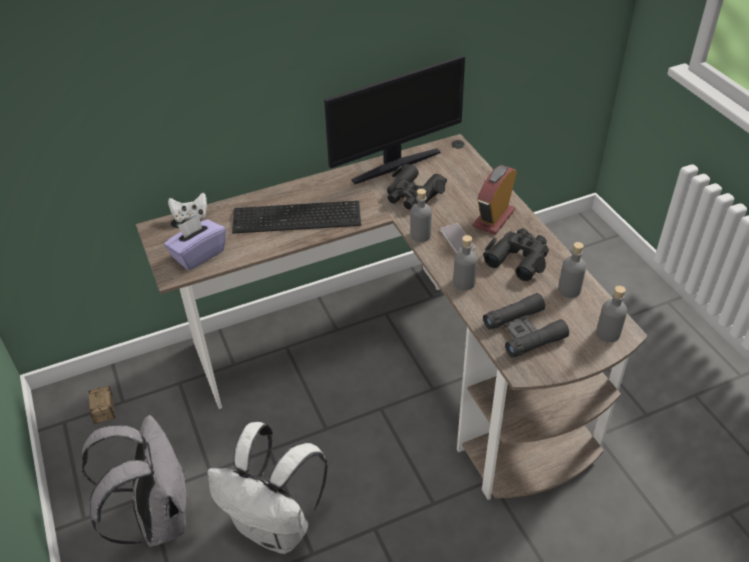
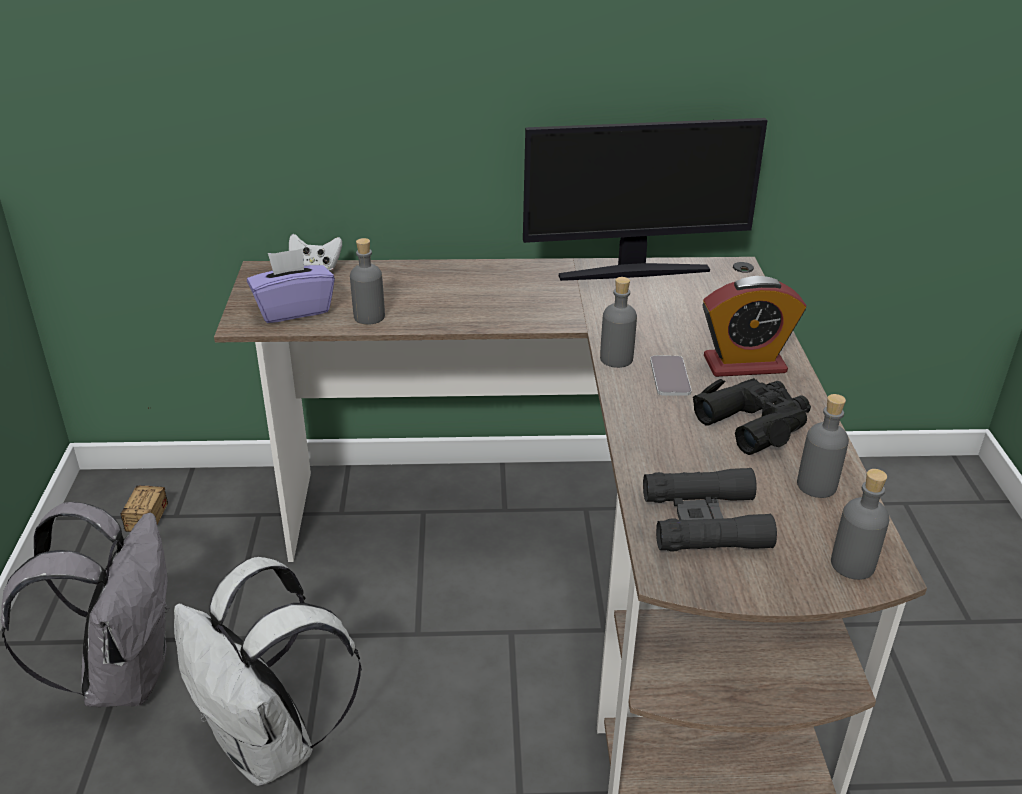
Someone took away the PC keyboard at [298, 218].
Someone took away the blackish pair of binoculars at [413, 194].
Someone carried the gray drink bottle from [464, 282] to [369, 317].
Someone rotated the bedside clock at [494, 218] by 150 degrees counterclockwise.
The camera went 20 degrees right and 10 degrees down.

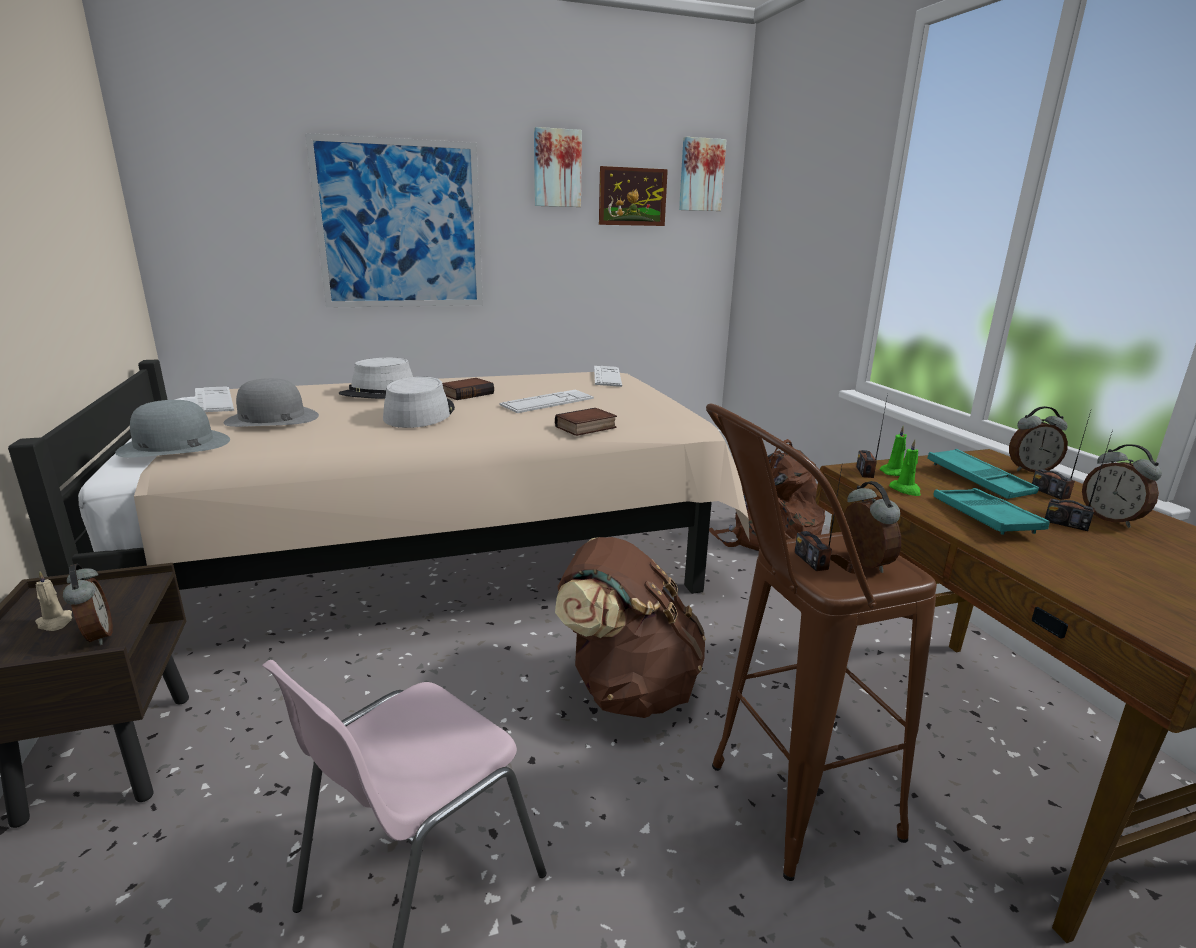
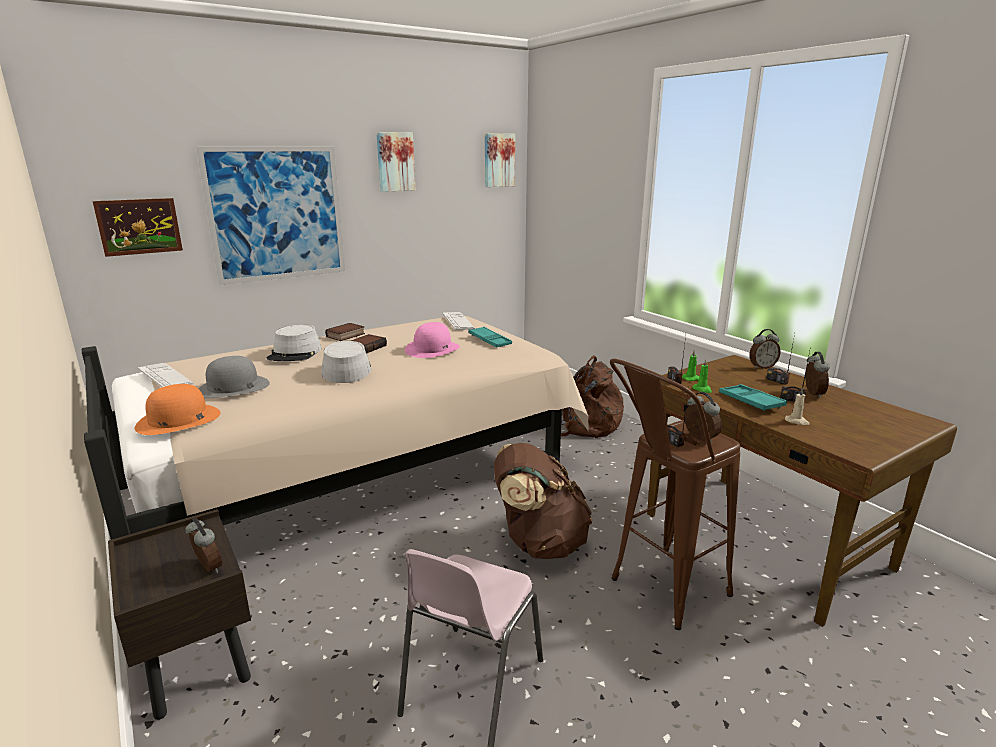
Someone carried the beige-coloured wax light from [55, 622] to [797, 421].
Someone carried the bound book from [586, 428] to [346, 335].
Someone carried the wall art from [632, 197] to [139, 226].
Someone carried the turquoise serving tray from [978, 480] to [489, 340].
Someone swapped the PC keyboard at [547, 402] for the pink-coloured clothing hat at [432, 349].
Someone repainted the gray clothing hat at [174, 445], which became the orange clothing hat at [178, 420].
Someone rotated the bedside clock at [1111, 519] by 135 degrees counterclockwise.
The camera went 15 degrees left and 0 degrees up.

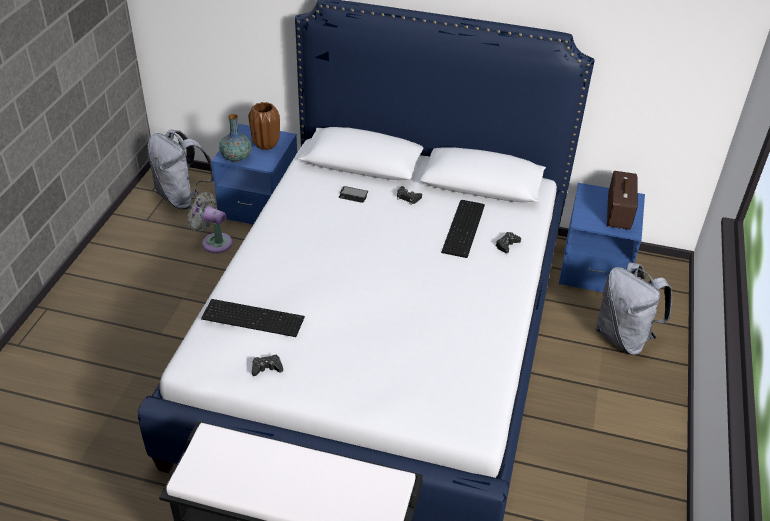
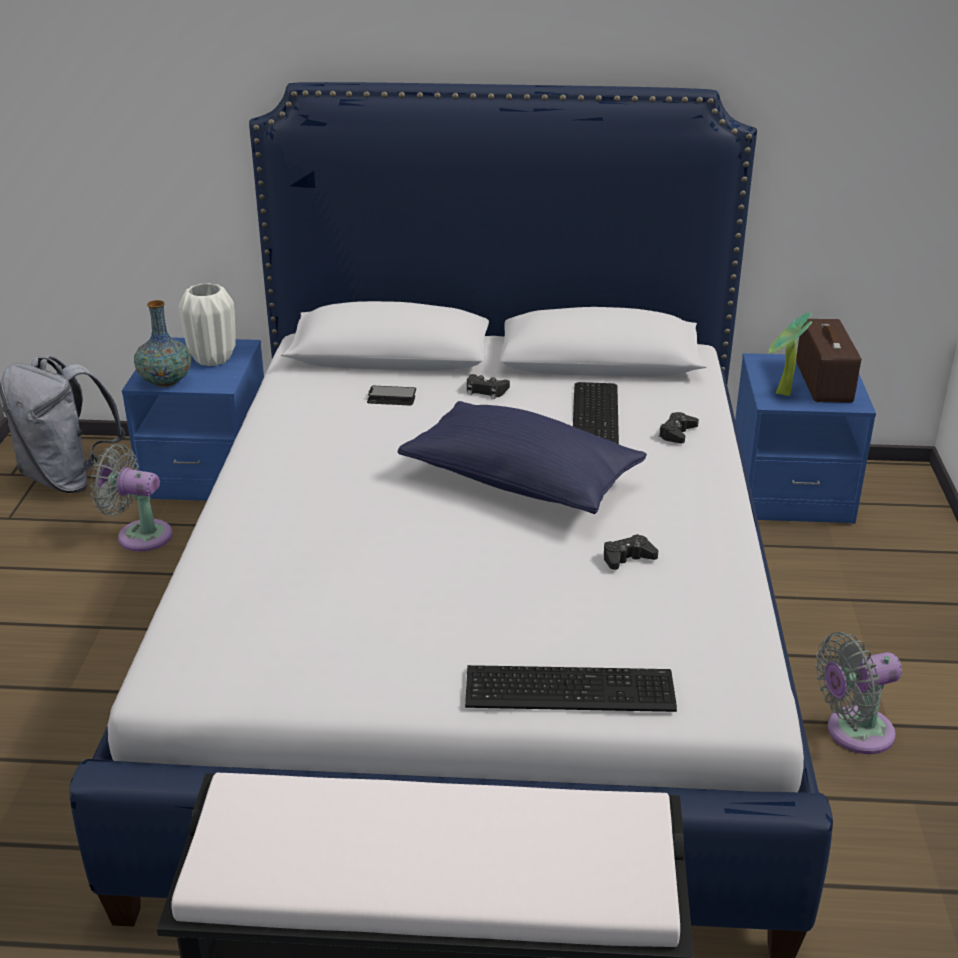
Someone took away the gray knapsack at [624, 337].
Someone put down the blue-coloured cushion at [521, 482].
Someone put down the plant in a pot at [781, 395].
Someone put down the gray fan at [853, 732].
Someone carried the PC keyboard from [252, 316] to [567, 686].
Someone carried the blackish joypad from [267, 368] to [627, 558].
Someone repainted the brown flower vase at [265, 145], which became the whitish flower vase at [212, 359].
The camera went 10 degrees left and 10 degrees down.

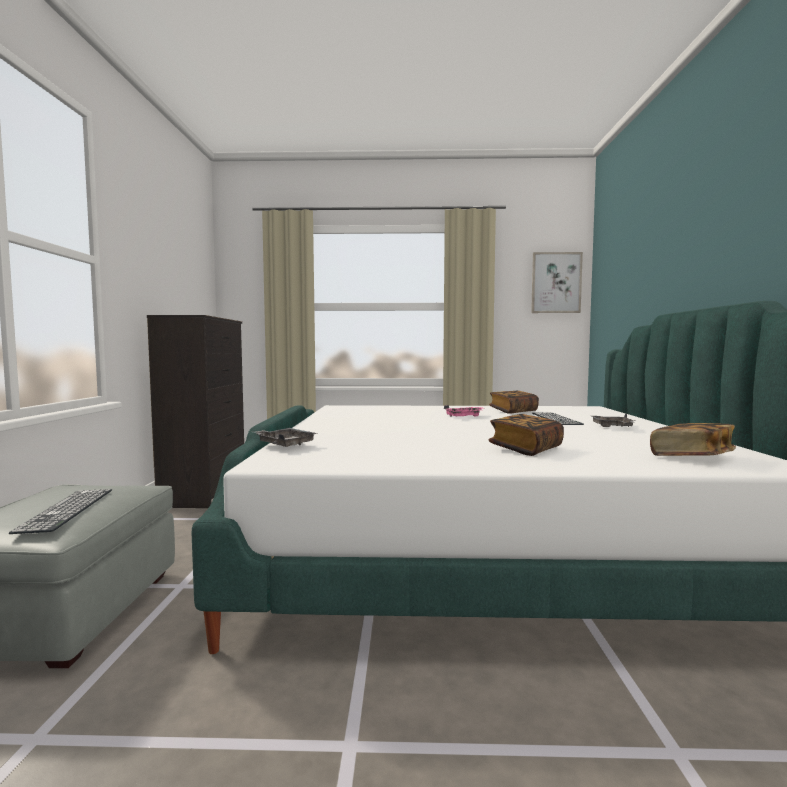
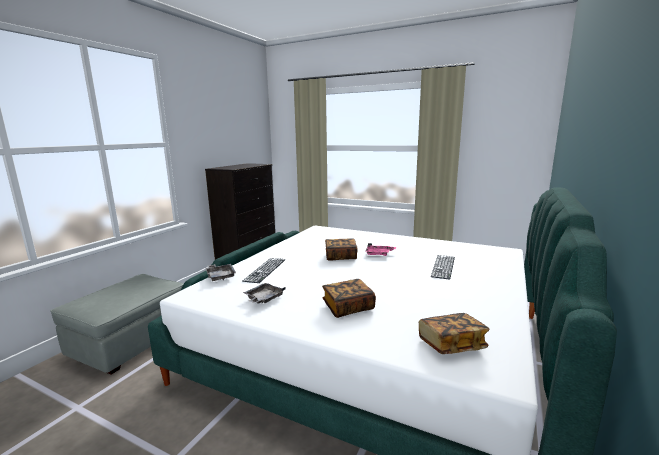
Someone took away the wall art at [556, 283].
Someone carried the PC keyboard from [67, 509] to [265, 270].
Someone carried the bound book from [513, 411] to [341, 256].
Someone carried the gray serving tray from [612, 427] to [263, 299].
The camera went 25 degrees right and 10 degrees up.

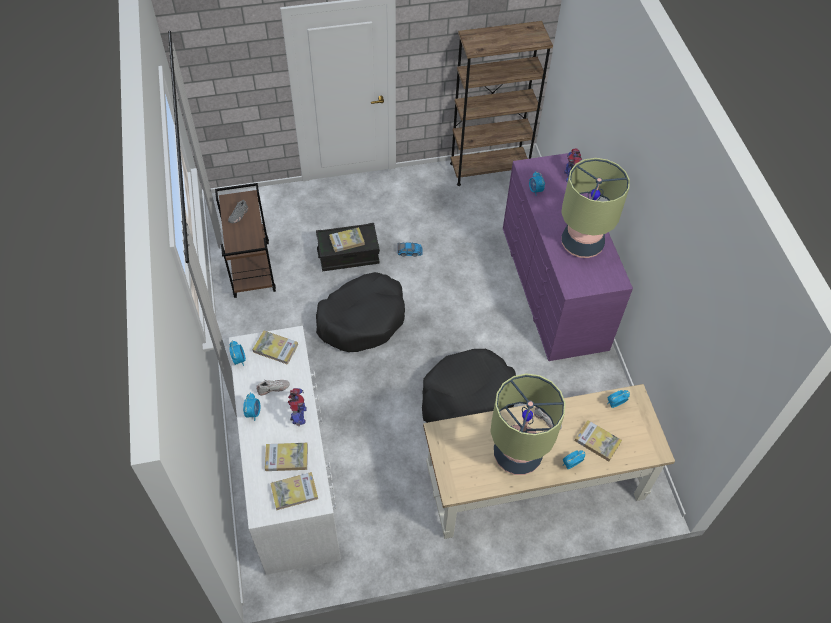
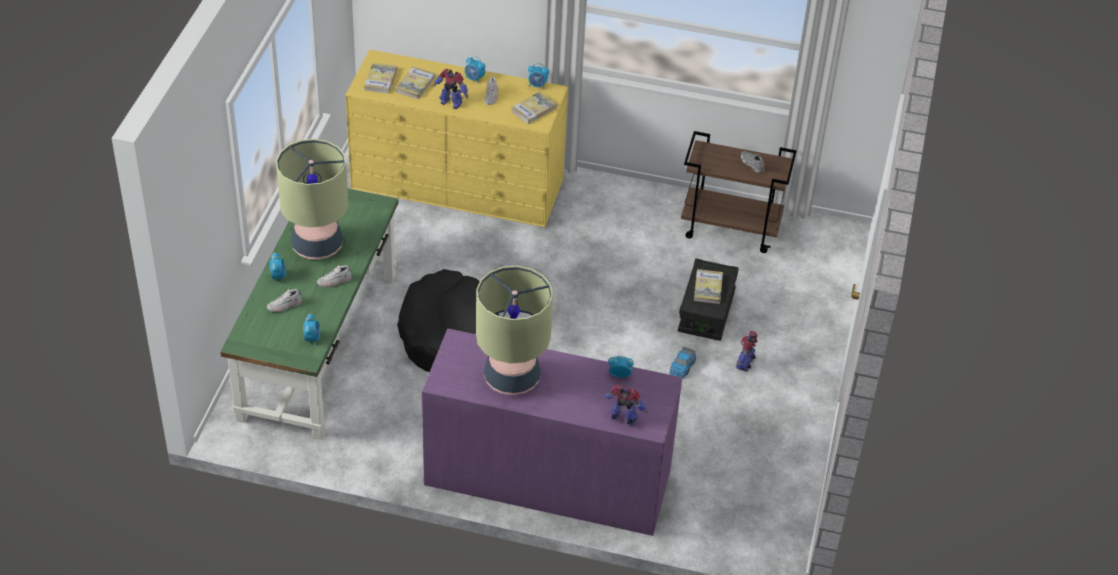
Someone took away the blackish dog bed at [362, 319].
Someone took away the brown shelving unit at [489, 169].
Someone put down the model robot at [745, 363].
Someone swapped the bound book at [597, 441] for the whitish shoe at [284, 305].
Someone repainted the whitish chest of drawers at [290, 474], which became the yellow-coloured chest of drawers at [457, 184].
Someone repainted the beige-coloured desk at [534, 483], which became the green desk at [318, 344].
The camera went 115 degrees right and 10 degrees down.

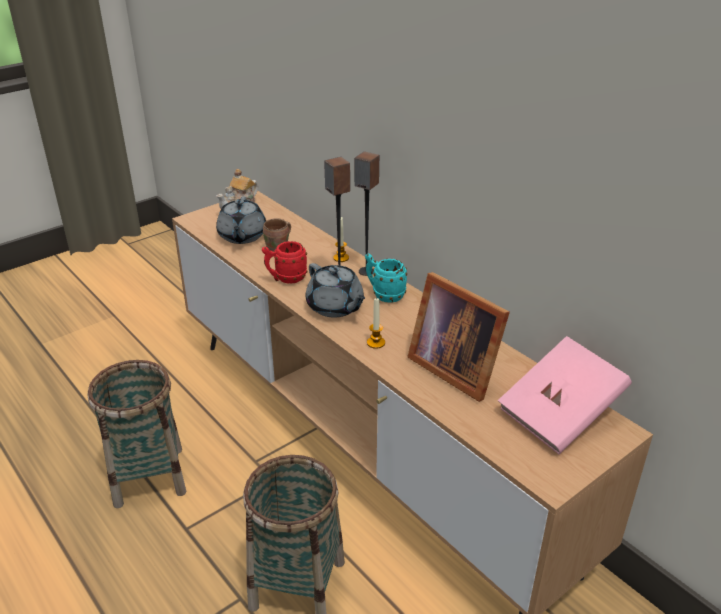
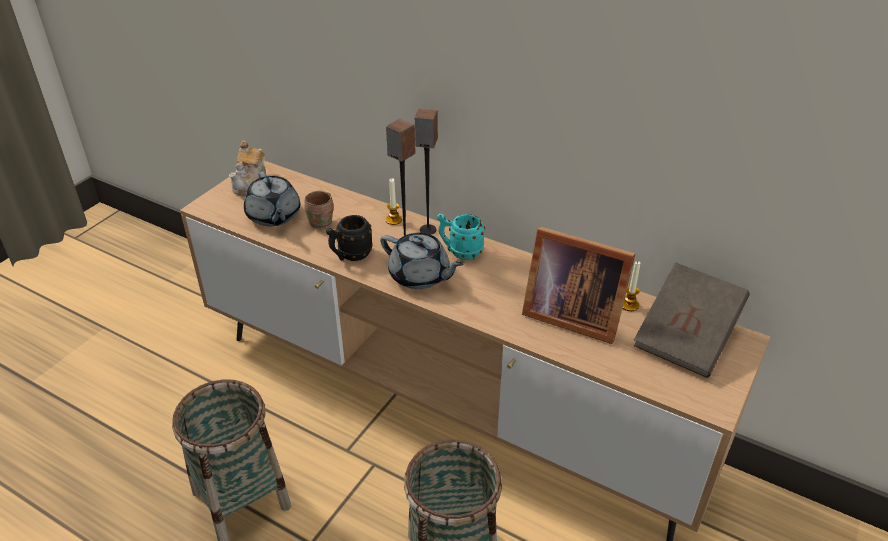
Someone carried the wax light from [376, 343] to [629, 305].
Someone repainted the red-coloured tea mug at [286, 278], which became the blackish tea mug at [350, 256].
Someone repainted the pink-coloured bound book at [559, 414], which became the brown bound book at [686, 338].
The camera went 20 degrees left and 5 degrees up.

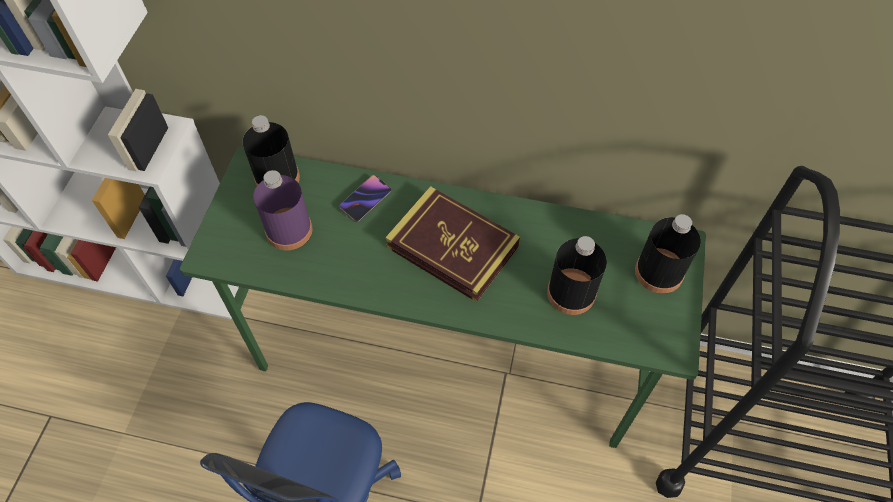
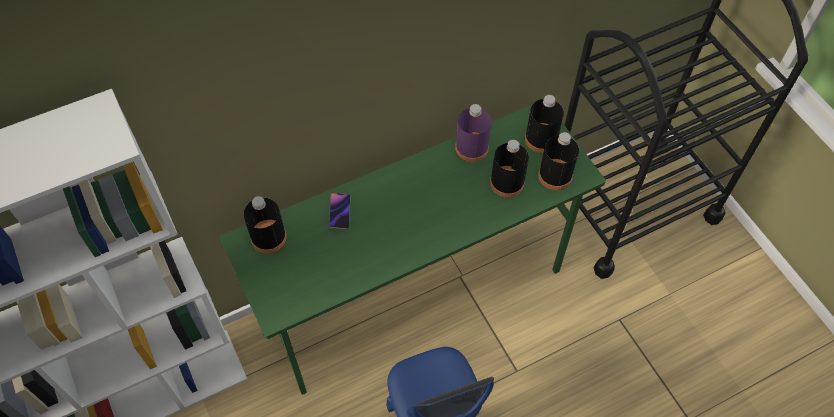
Someone took away the bound book at [452, 247].
Someone put down the blackish drink bottle at [555, 175].
Someone carried the purple drink bottle from [289, 230] to [471, 148].
The camera went 40 degrees left and 0 degrees up.

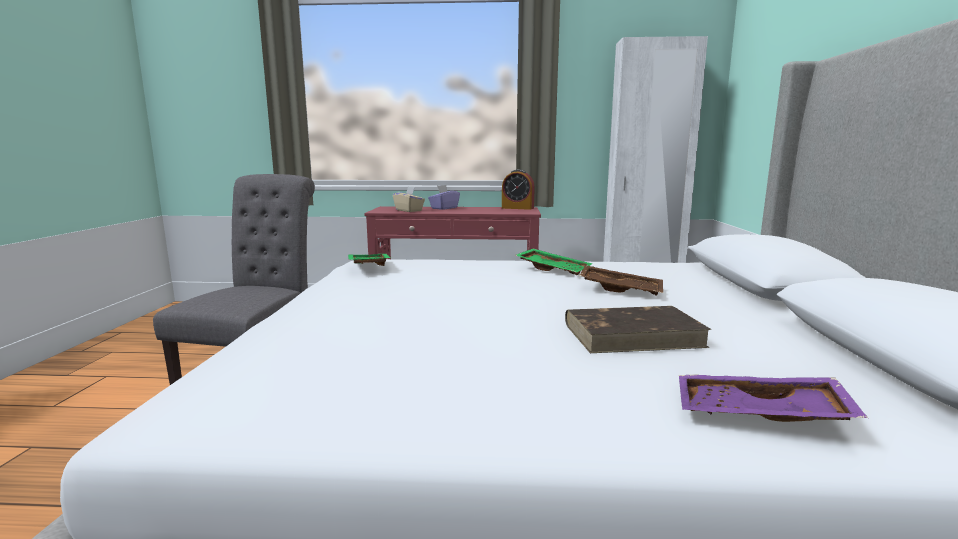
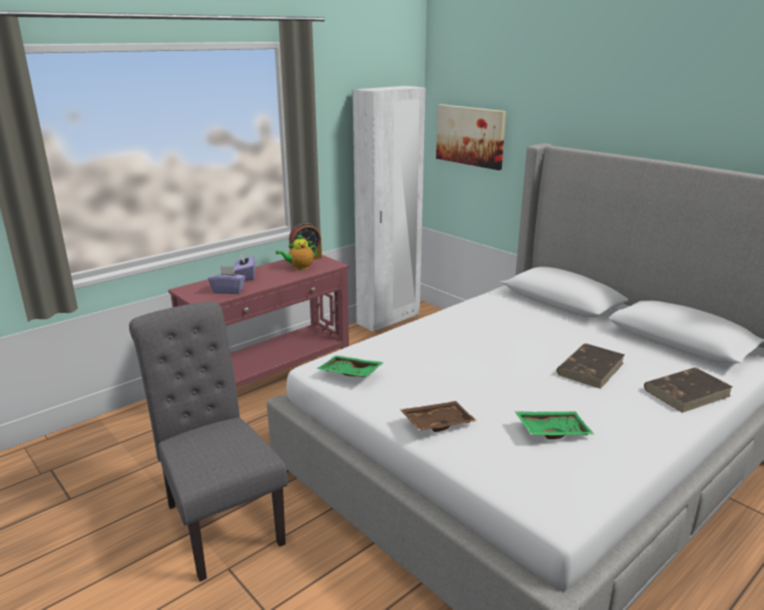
Someone put down the teapot at [299, 267].
Someone put up the wall art at [470, 136].
Someone carried the green serving tray from [553, 269] to [552, 430].
Someone carried the brown serving tray from [621, 289] to [437, 423].
Someone swapped the purple serving tray at [758, 416] for the brown bound book at [687, 392].
Someone repainted the beige-coloured tissue holder at [409, 210], which became the purple tissue holder at [228, 291].
The camera went 45 degrees left and 10 degrees up.

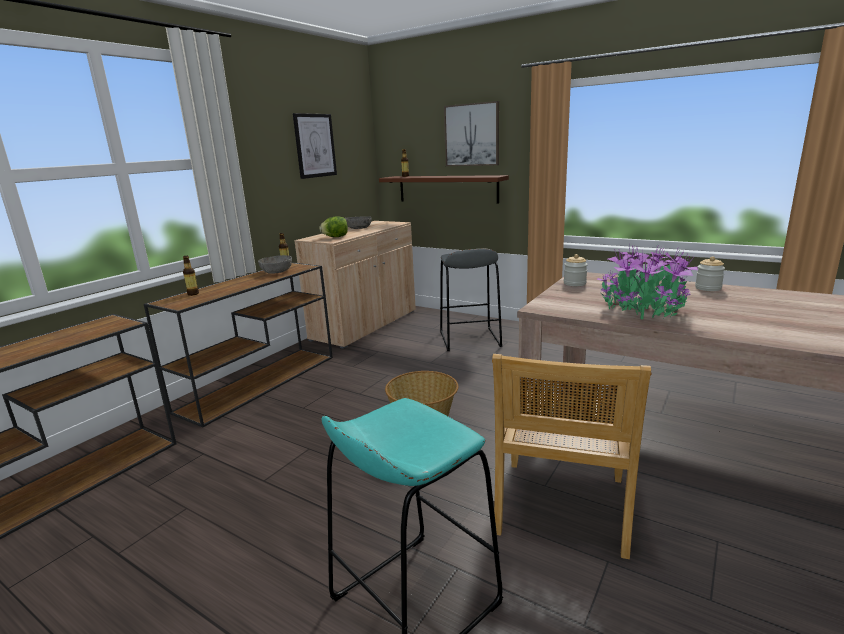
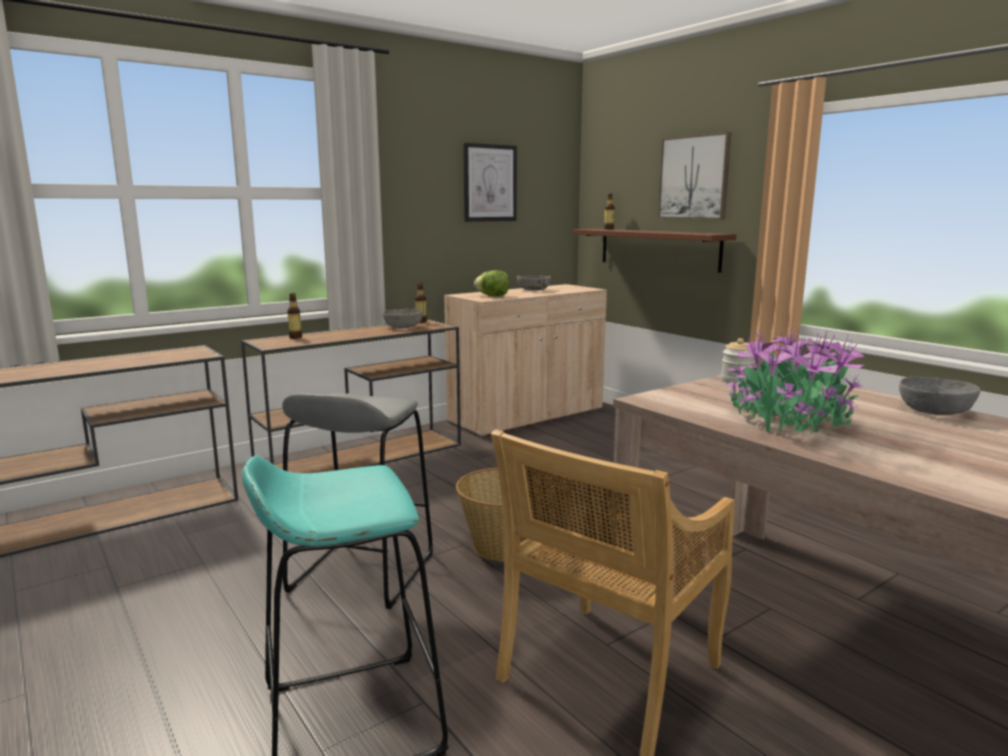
Someone carried the gray sitting stool from [469, 339] to [361, 572].
Someone swapped the preserve jar at [708, 288] for the gray bowl at [934, 411].
The camera went 20 degrees right and 5 degrees down.

